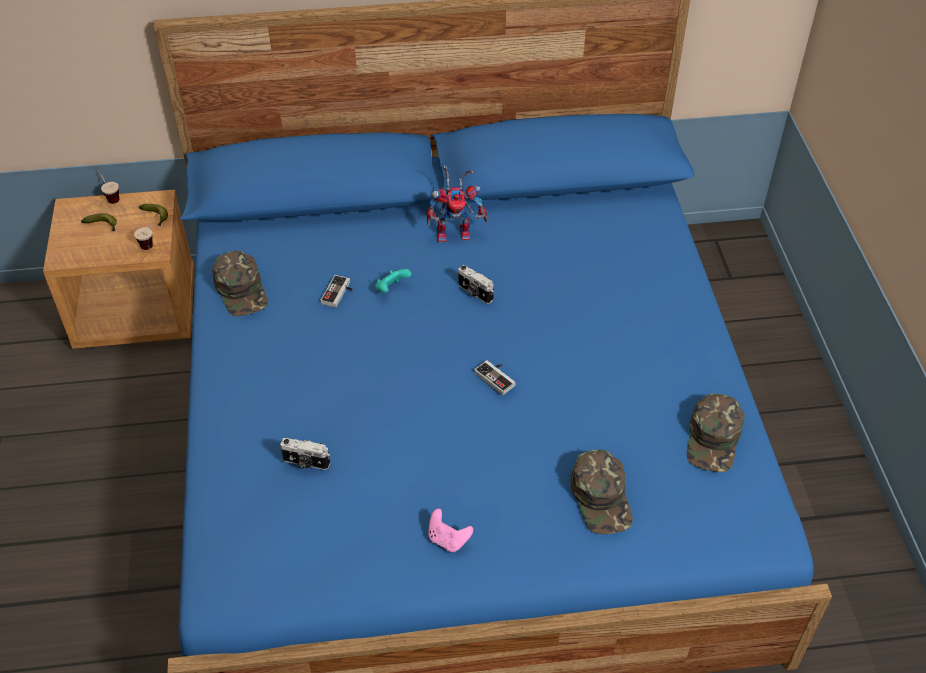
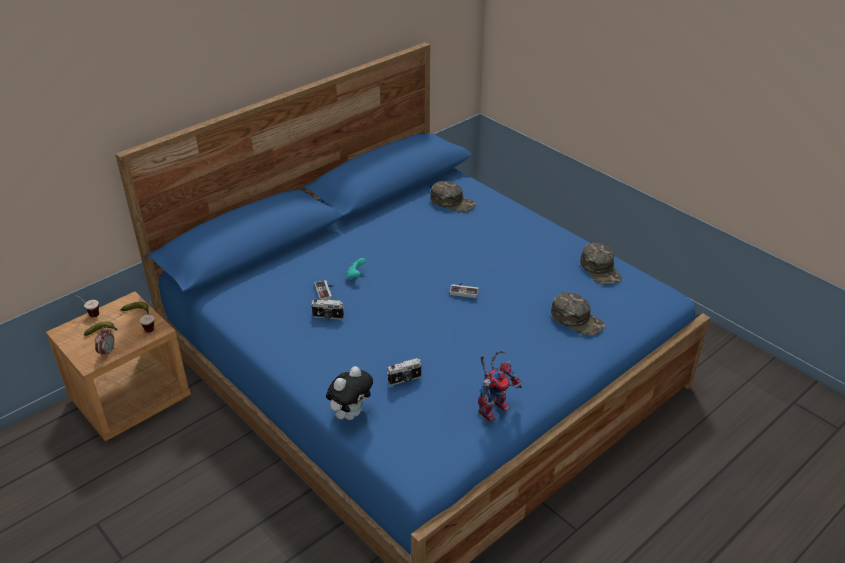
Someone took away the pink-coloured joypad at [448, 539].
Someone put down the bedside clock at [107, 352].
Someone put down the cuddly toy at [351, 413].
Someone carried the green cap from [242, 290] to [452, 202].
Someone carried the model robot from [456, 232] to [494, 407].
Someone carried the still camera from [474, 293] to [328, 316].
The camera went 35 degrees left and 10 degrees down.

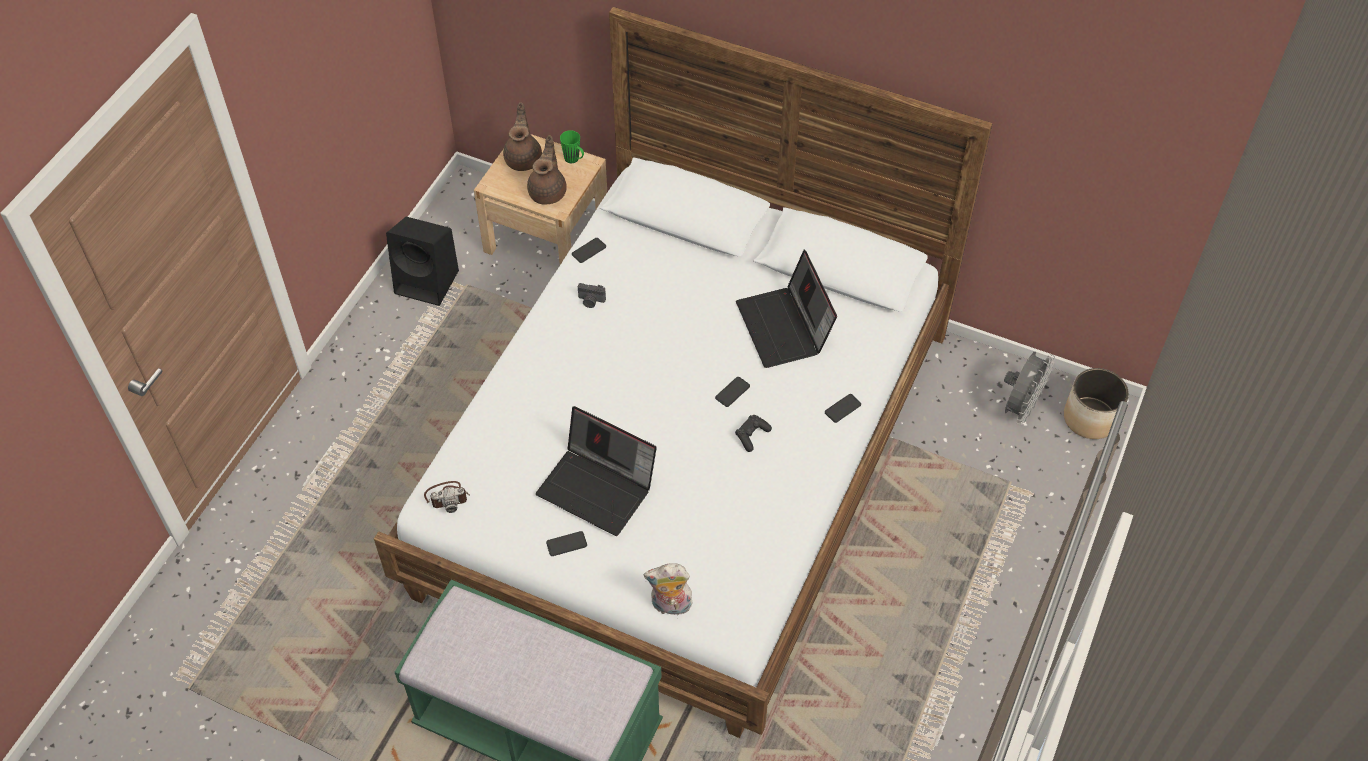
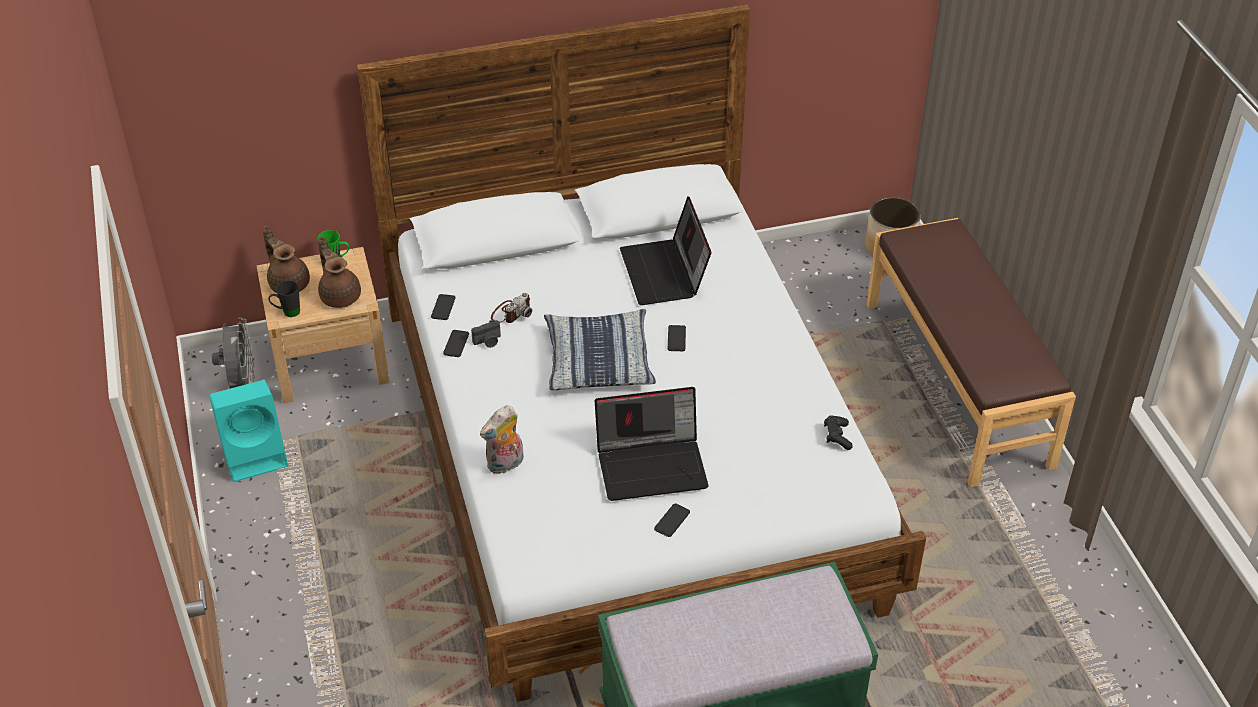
Someone put down the blackish tea mug at [287, 312].
Someone put down the cushion at [599, 360].
Someone put down the brown indoor bench at [958, 382].
Someone carried the still camera from [447, 497] to [511, 312].
Someone carried the cuddly toy from [670, 606] to [505, 465].
Someone carried the blackish joypad from [751, 436] to [837, 437].
Someone carried the handset from [842, 408] to [456, 344].
Someone carried the gray fan from [1020, 407] to [242, 384].
Someone repainted the blackish speaker at [428, 282], which became the turquoise speaker at [256, 454].
Someone rotated the laptop at [785, 328] by 45 degrees clockwise.
The camera went 40 degrees left and 10 degrees down.

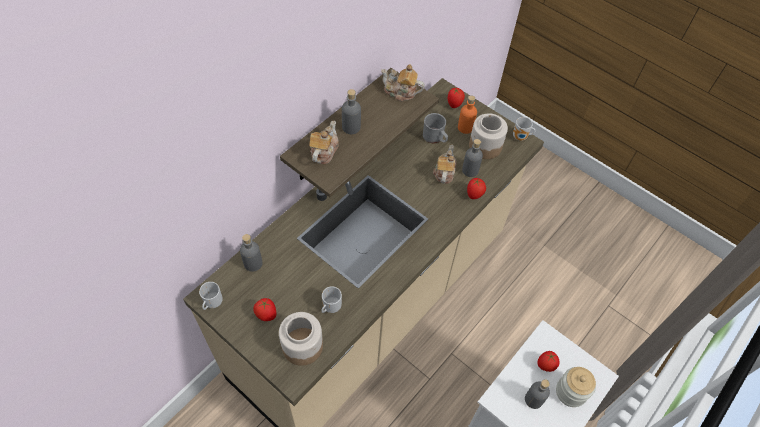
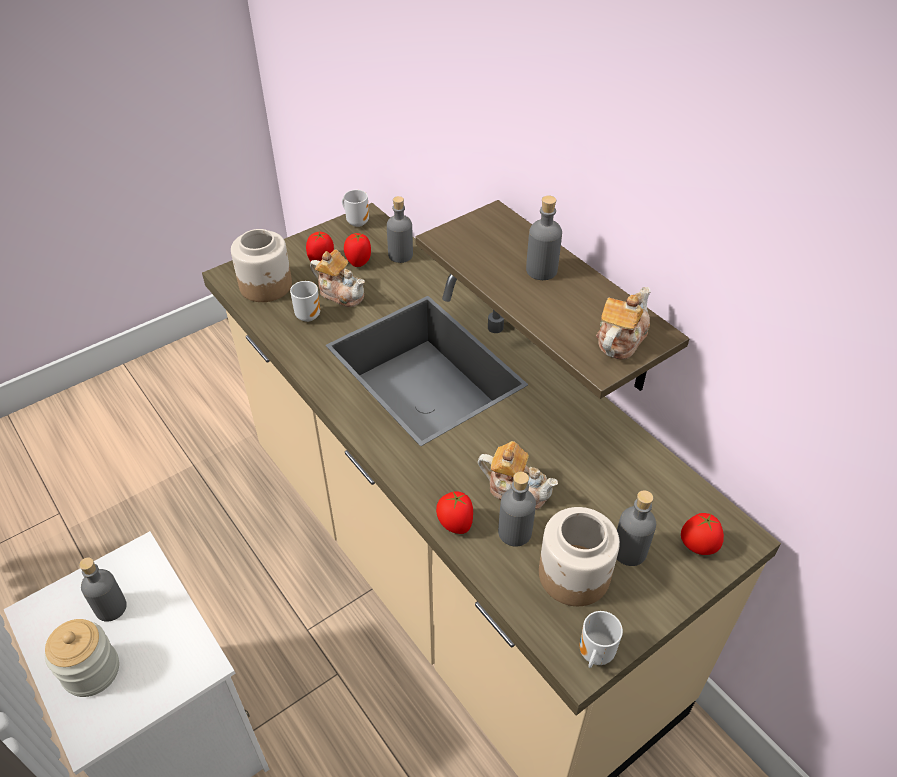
Someone took away the gray tea mug at [435, 138].
Someone carried the teapot from [323, 151] to [341, 293].
Someone carried the whole tomato from [545, 365] to [359, 262].
Someone repainted the orange drink bottle at [465, 127], which became the gray drink bottle at [629, 551].
The camera went 105 degrees right and 10 degrees down.

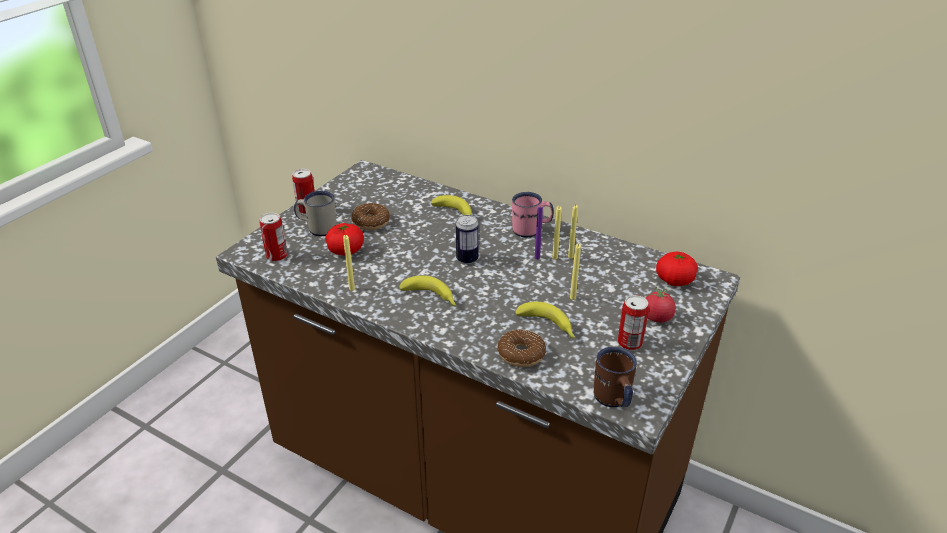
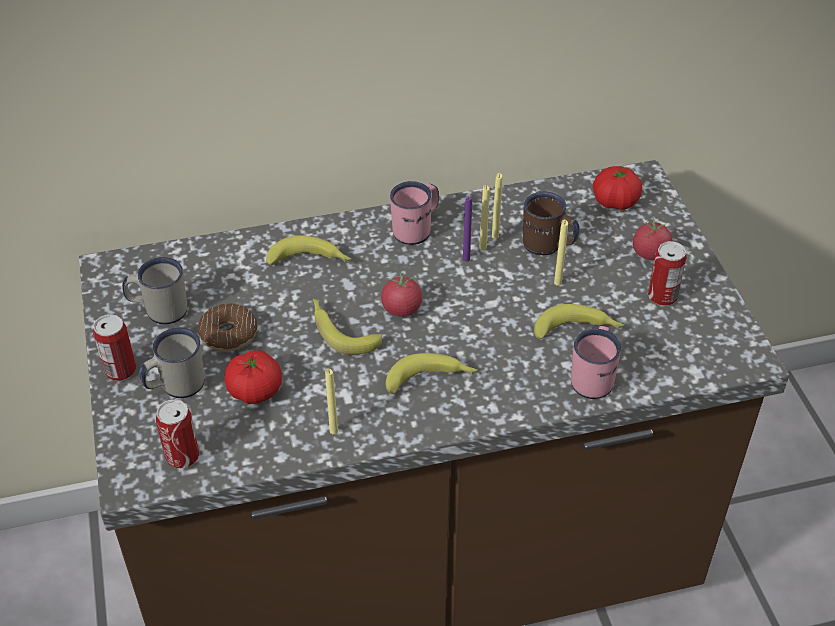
Someone put down the whitish tea mug at [159, 310].
Someone put down the banana fruit at [341, 331].
Someone carried the brown tea mug from [613, 400] to [548, 246].
Someone swapped the sealed can at [467, 259] for the whole tomato at [401, 308].
Someone swapped the ring doughnut at [521, 354] for the pink-coloured tea mug at [594, 377].
The camera went 45 degrees left and 10 degrees up.

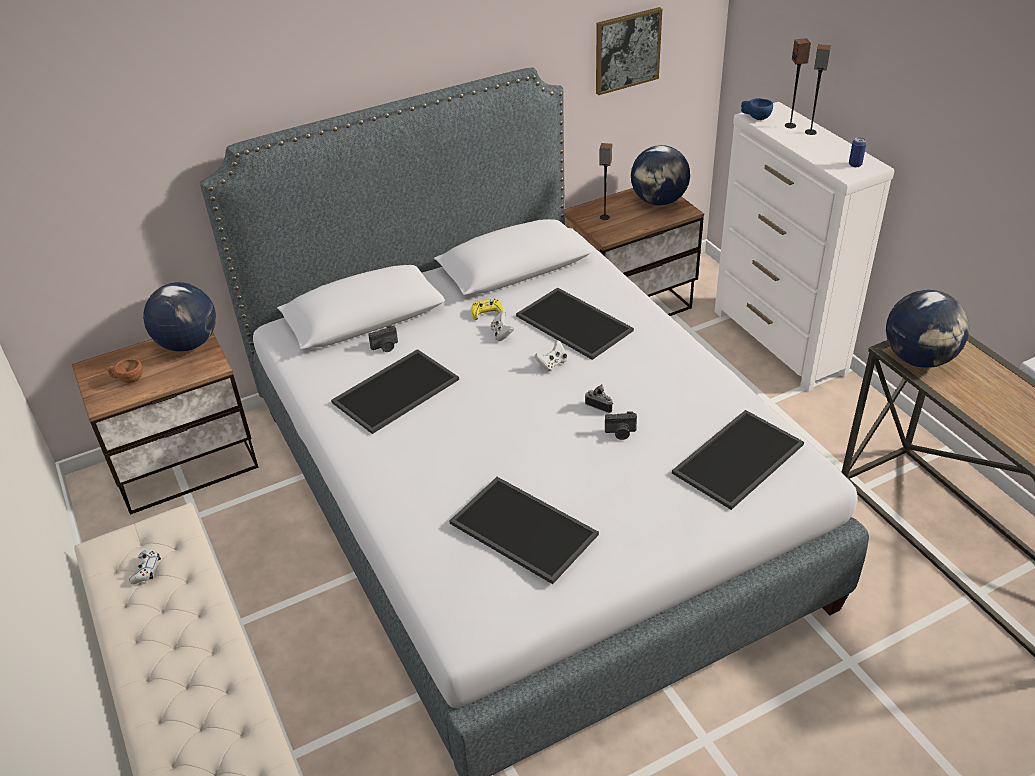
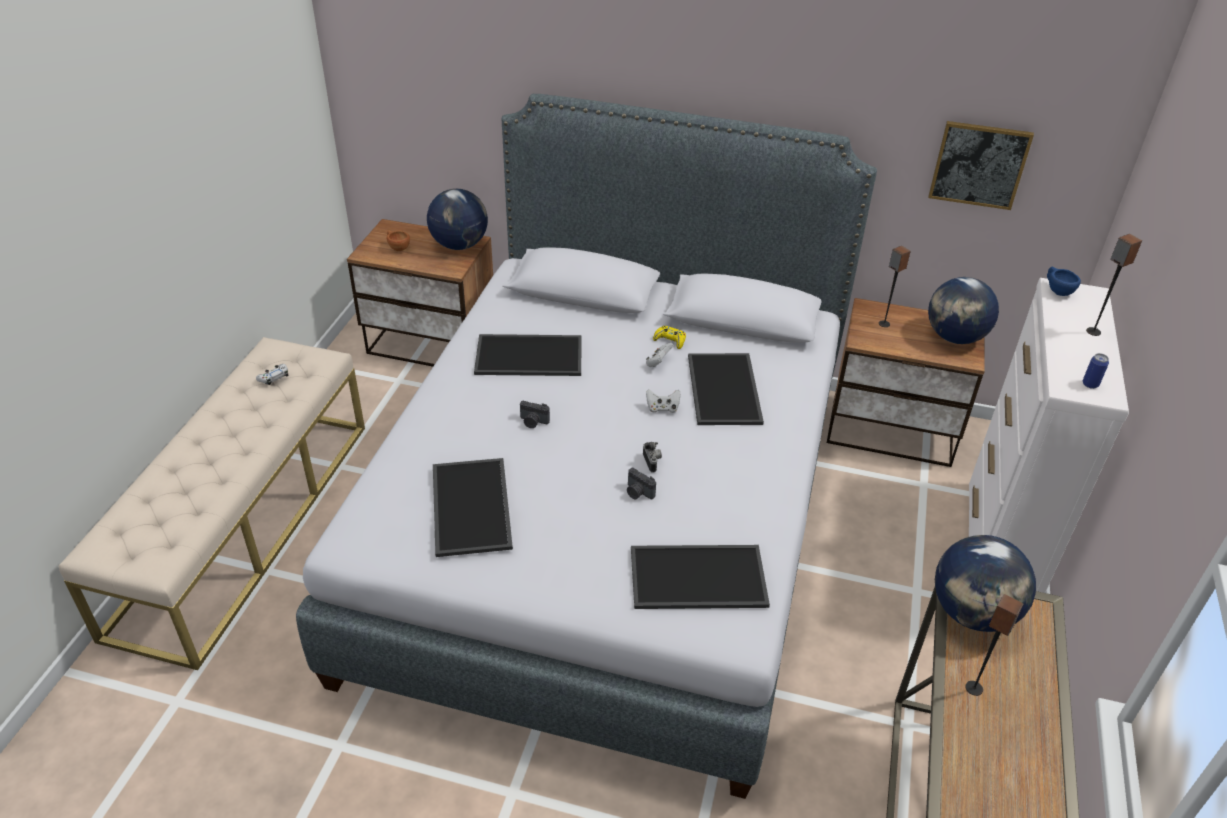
Someone carried the still camera from [385, 347] to [533, 422].
Someone carried the speaker from [790, 125] to [974, 688].
The camera went 40 degrees right and 0 degrees up.

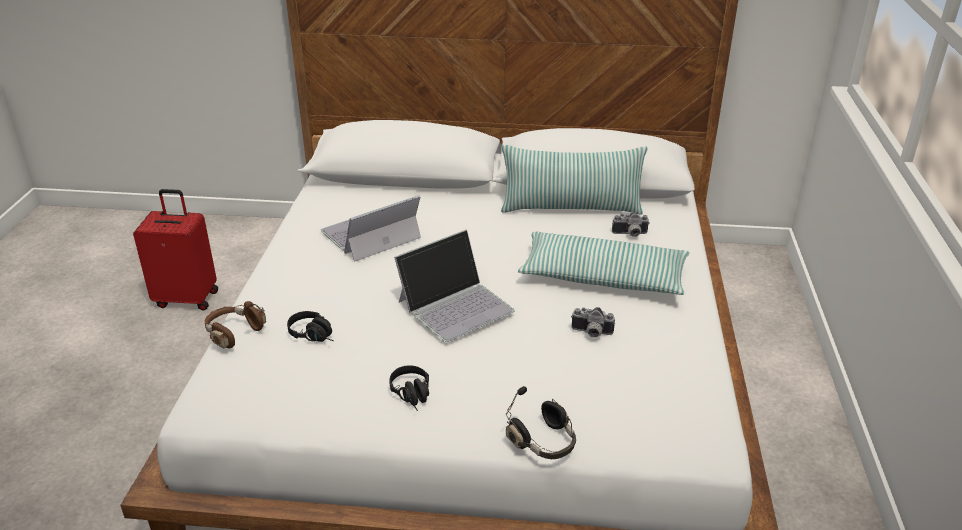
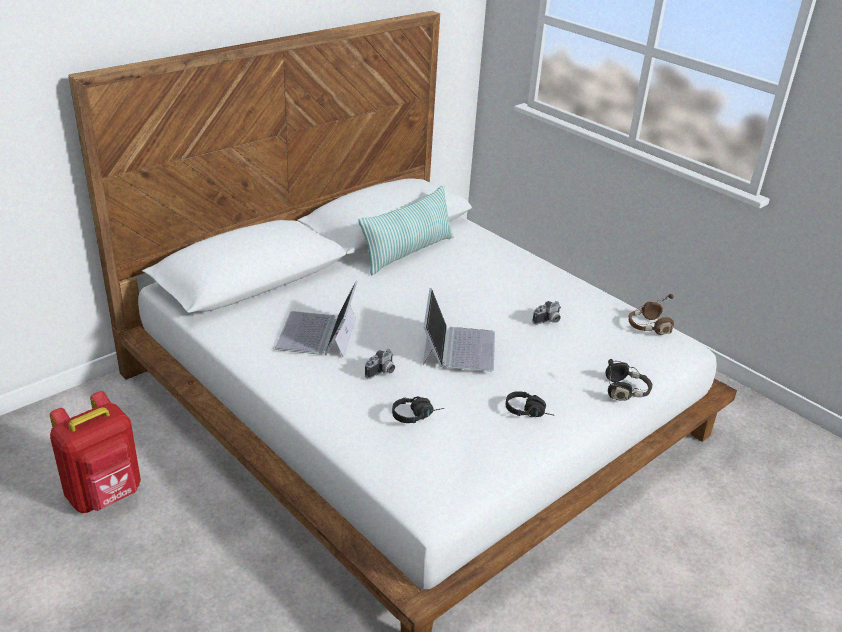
Someone took away the cushion at [603, 277].
Someone carried the brown headset from [233, 333] to [648, 327].
Someone carried the still camera from [630, 234] to [382, 372].
Someone swapped the red-coloured travel case at [187, 298] for the red-coloured knapsack at [105, 495].
The camera went 50 degrees left and 0 degrees up.

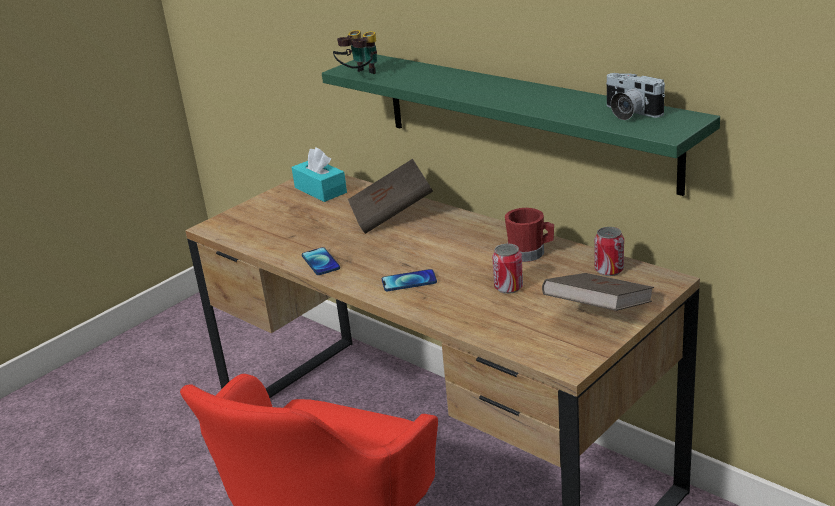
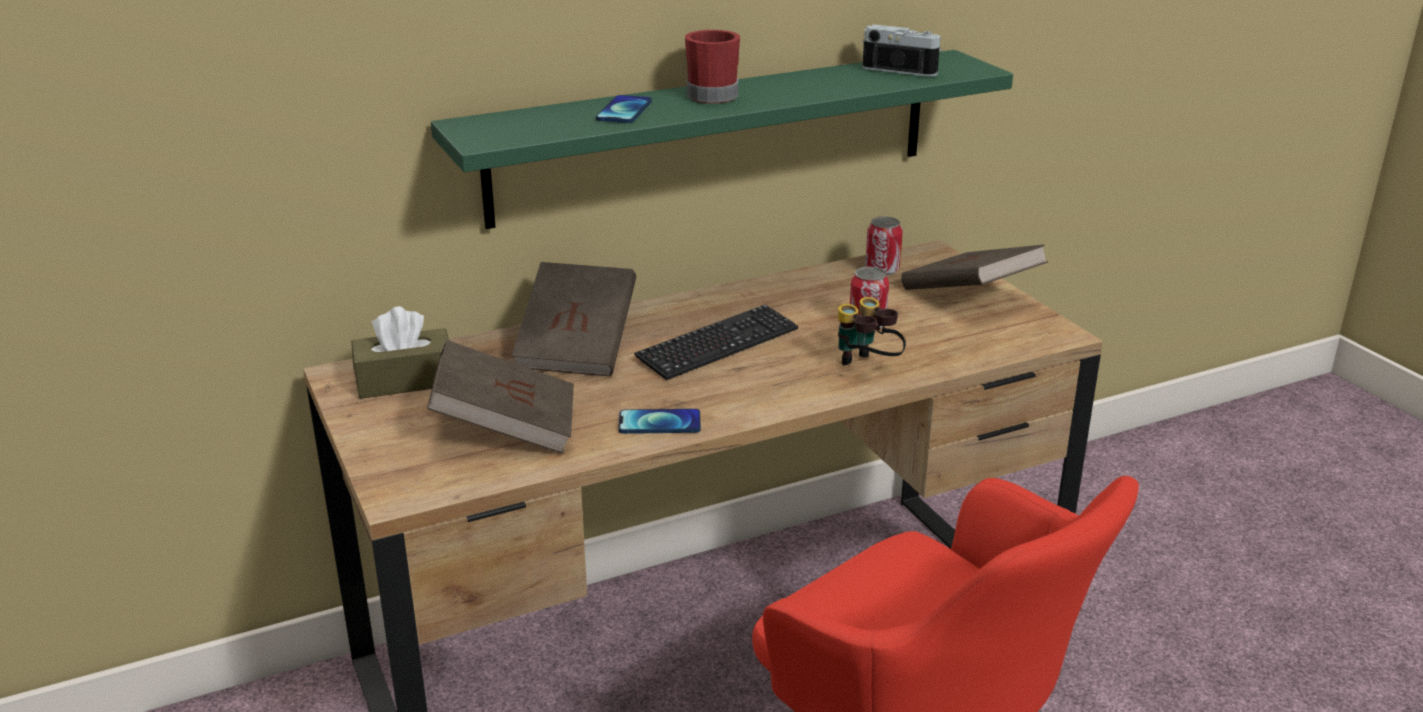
Someone put down the brown bound book at [506, 427].
Someone put down the PC keyboard at [718, 345].
Someone carried the pair of binoculars from [359, 76] to [866, 367].
Someone carried the handset from [409, 281] to [624, 111].
Someone carried the red-coloured tea mug from [530, 253] to [716, 94].
Someone repainted the turquoise tissue holder at [320, 190], which became the brown tissue holder at [405, 380].
Someone rotated the still camera at [629, 113] by 135 degrees counterclockwise.
The camera went 70 degrees left and 0 degrees up.

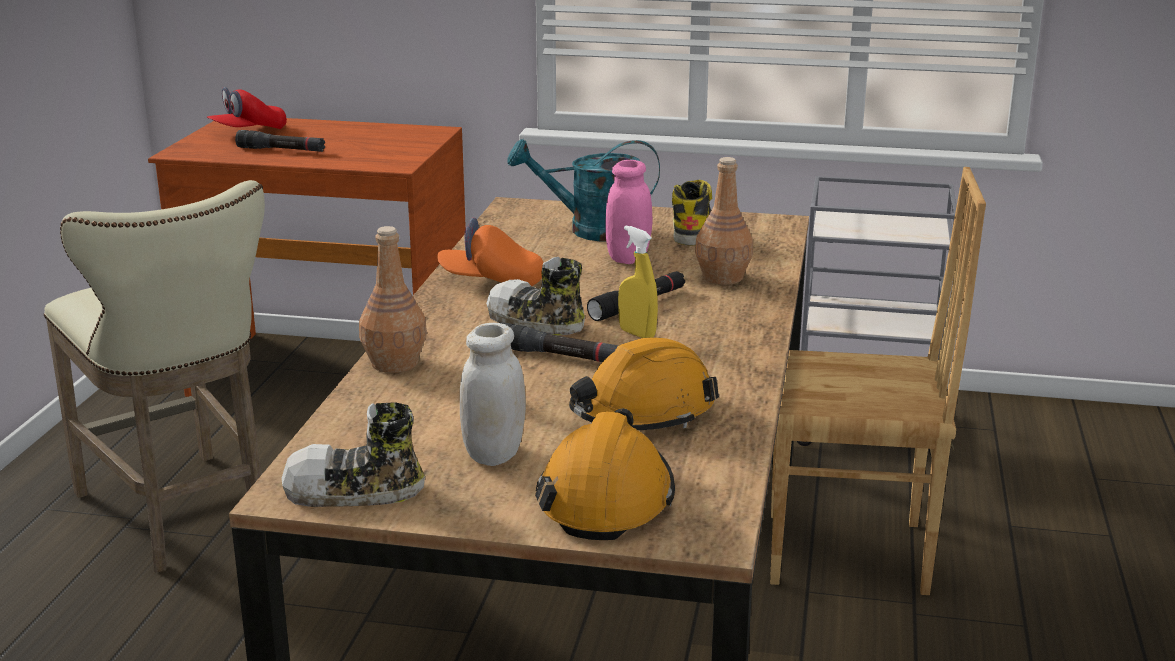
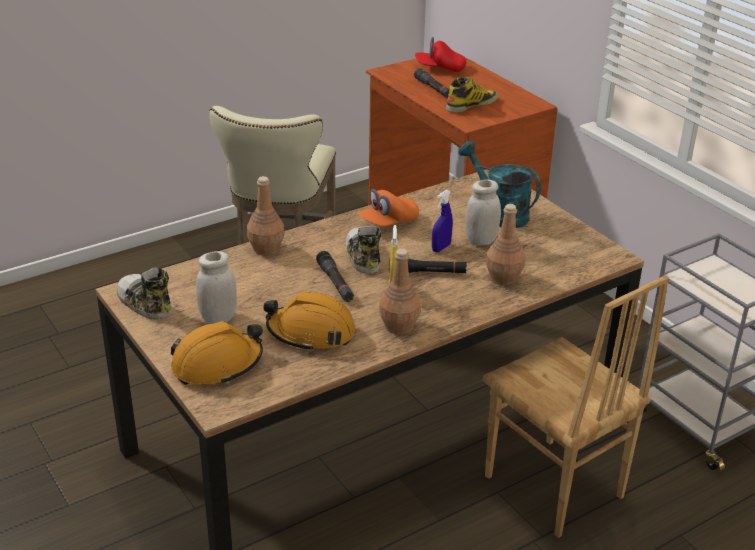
Someone put down the brown drink bottle at [399, 326].
Someone put down the blue-coloured sprayer at [441, 248].
Someone carried the high-top boot from [691, 229] to [471, 105].
Someone repainted the pink-coloured preserve jar at [628, 258], which became the whitish preserve jar at [481, 241].
Someone rotated the orange cap at [491, 282] by 90 degrees counterclockwise.
The camera went 45 degrees right and 10 degrees up.

